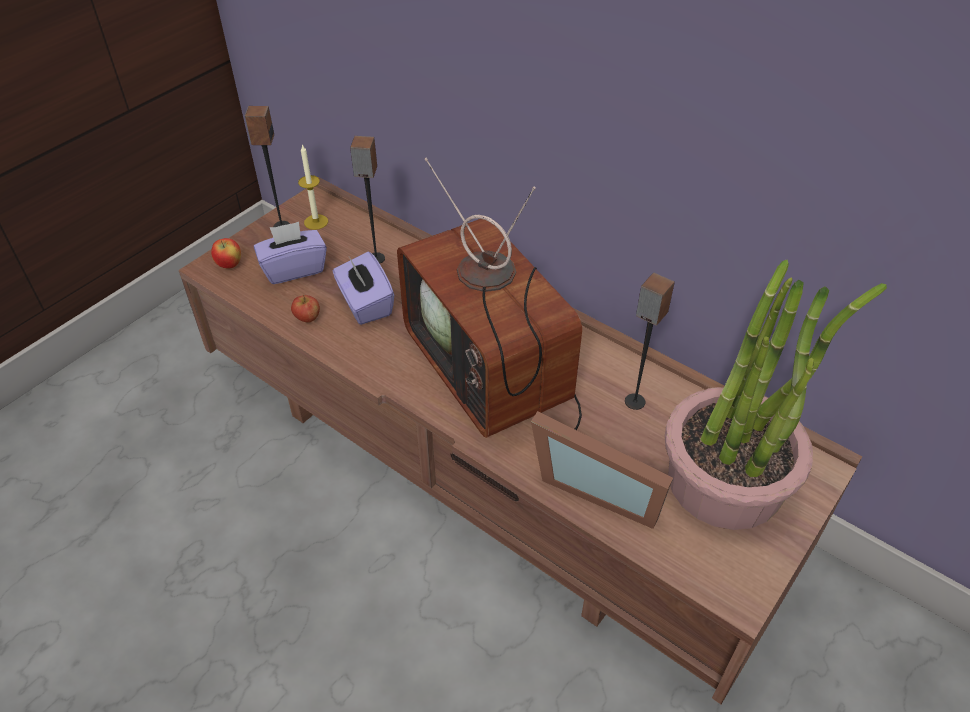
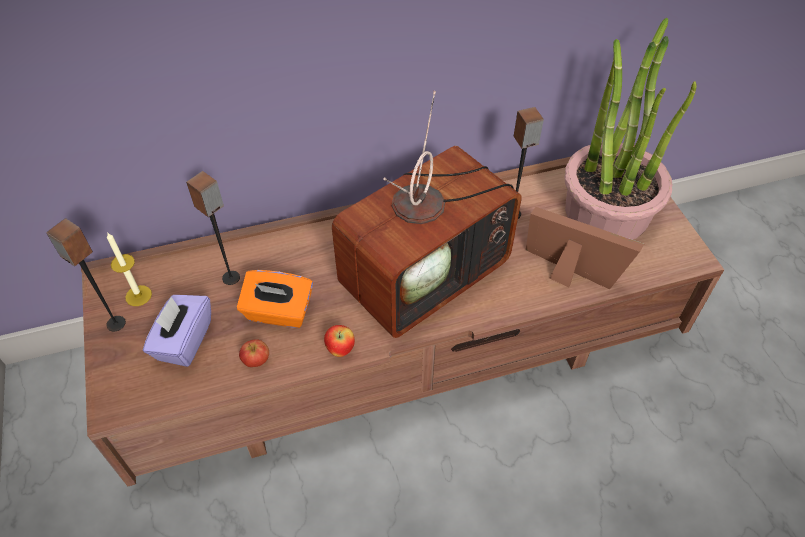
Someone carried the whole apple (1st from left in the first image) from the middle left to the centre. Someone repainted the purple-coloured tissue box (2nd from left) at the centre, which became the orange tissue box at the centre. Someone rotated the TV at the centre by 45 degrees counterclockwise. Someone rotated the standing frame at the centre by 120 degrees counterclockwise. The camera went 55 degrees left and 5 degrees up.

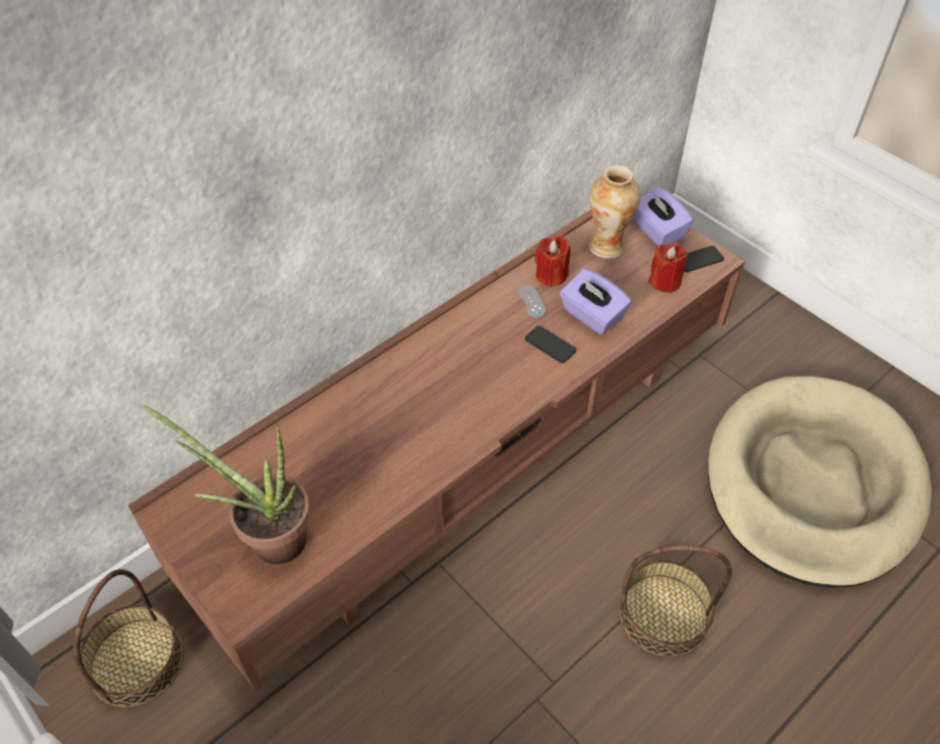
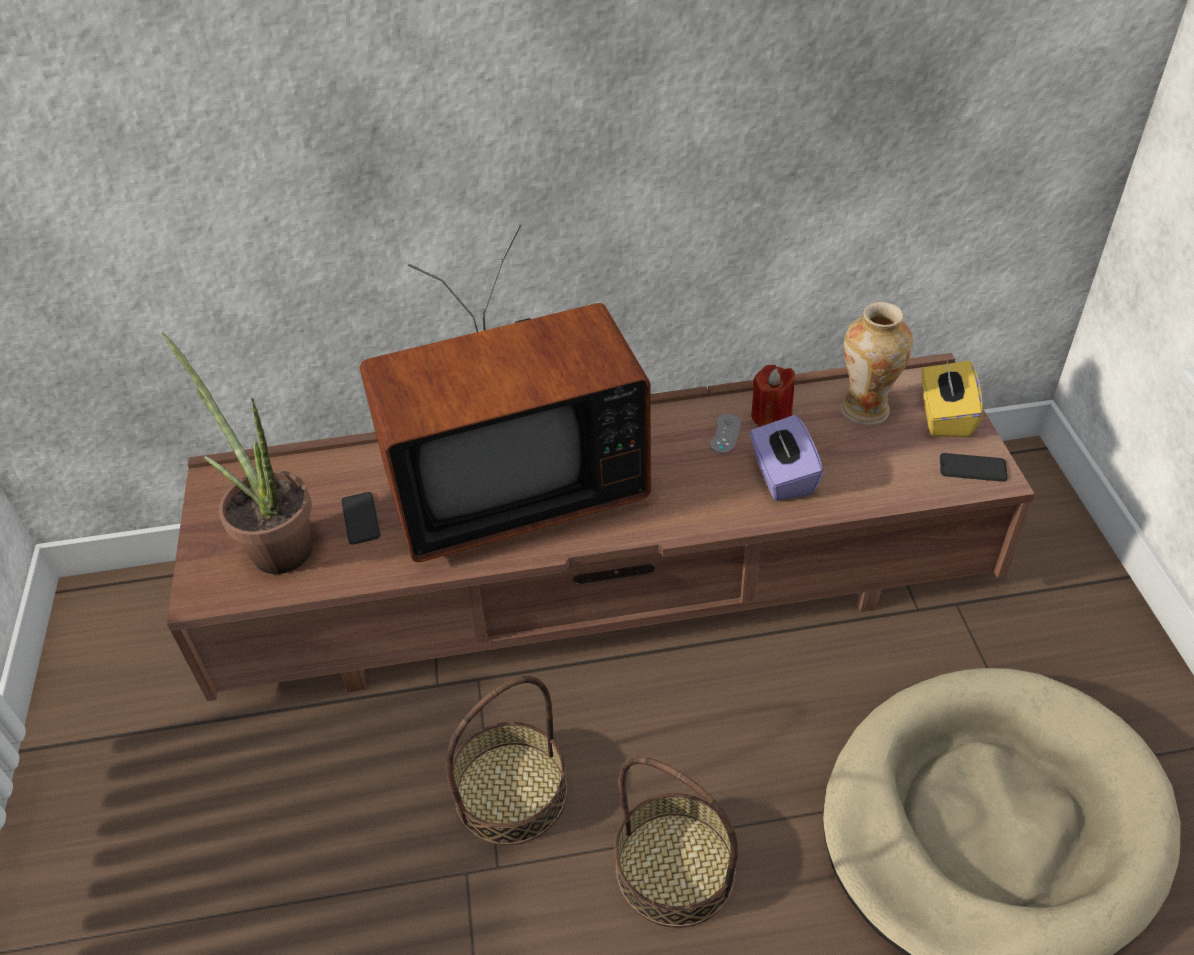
Someone took away the red candle (2nd from left) at the middle right. Someone put down the TV at the centre. Someone carried the household basket (1st from left) from the bottom left to the bottom centre. Someone carried the telephone (1st from left) from the centre to the middle left. Someone repainted the purple-coloured tissue box (2nd from left) at the top right, which became the yellow-coloured tissue box at the middle right. The camera went 35 degrees right and 5 degrees down.

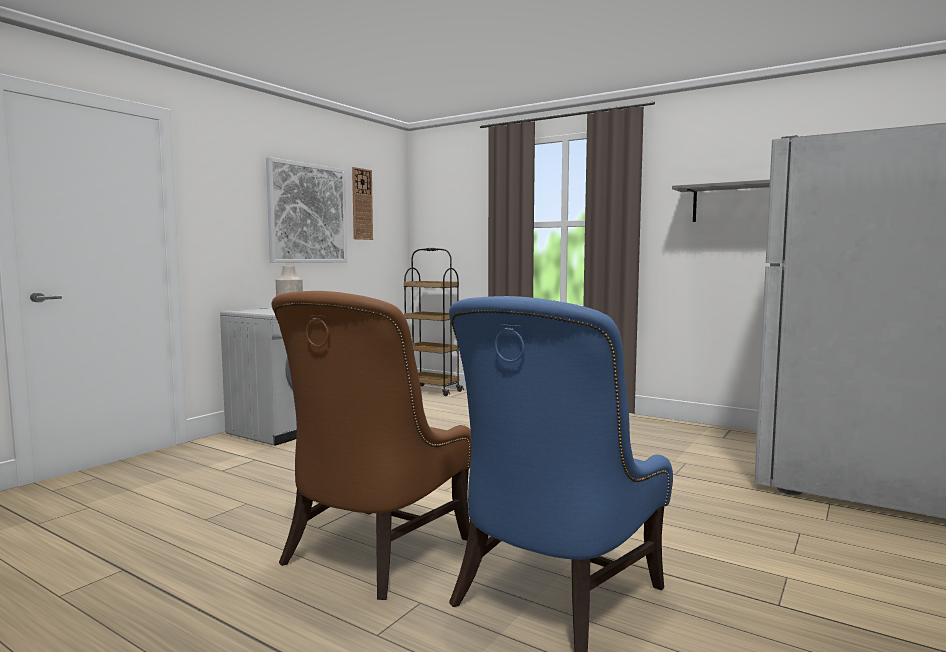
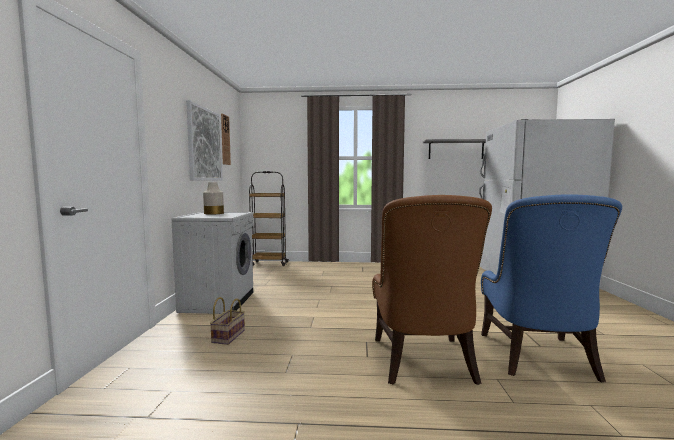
Someone put down the household basket at the bottom centre. The camera went 30 degrees left and 0 degrees up.

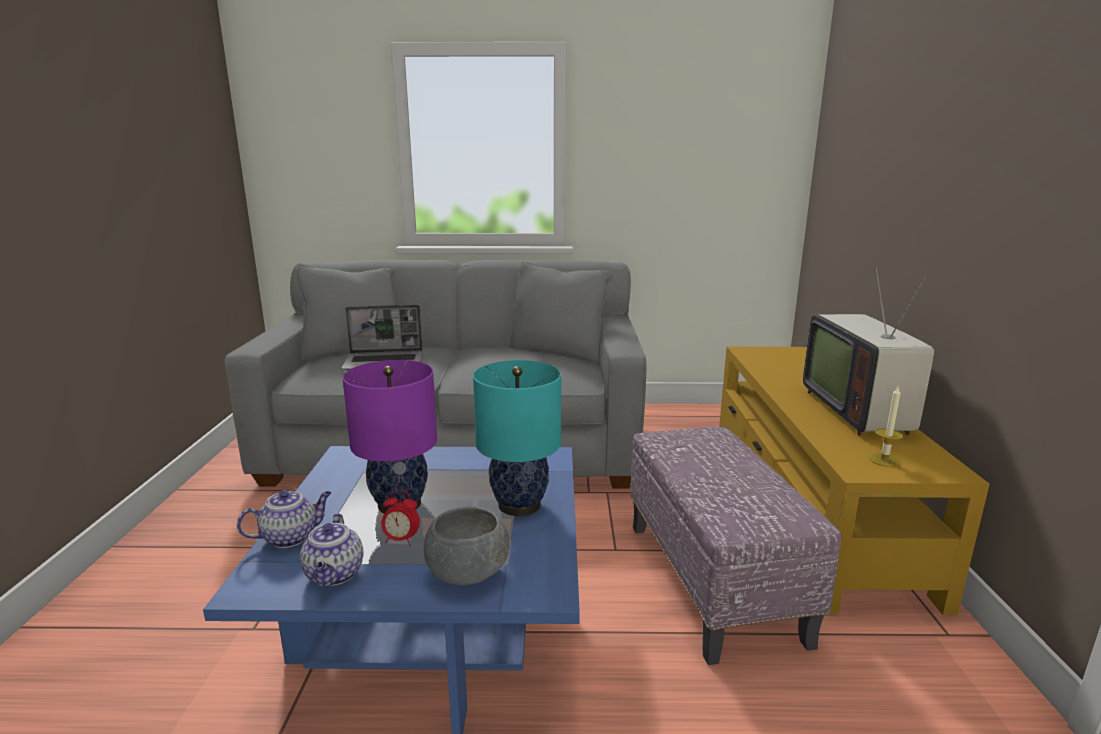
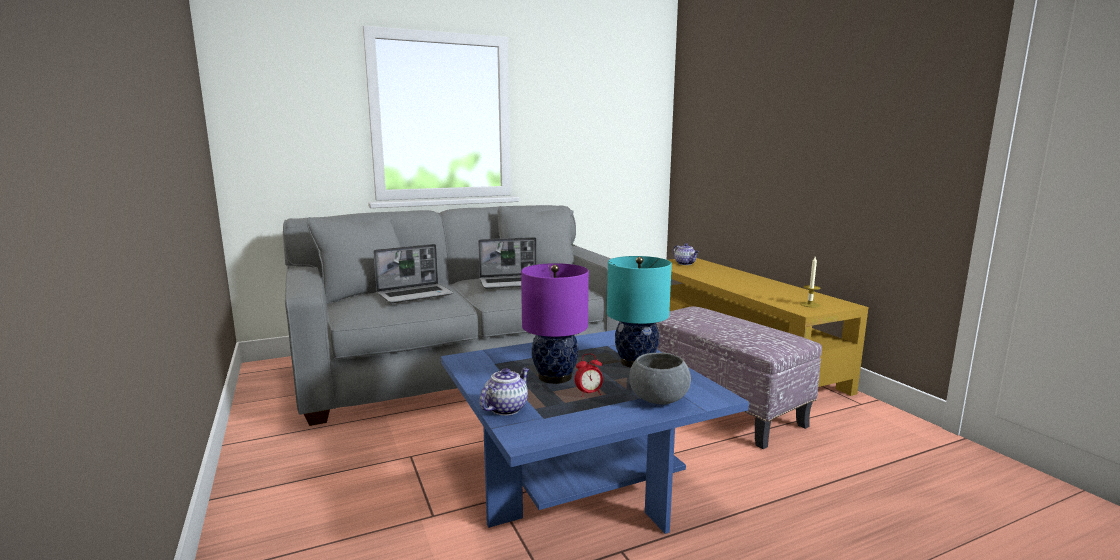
Someone took away the TV at the middle right. Someone put down the laptop (2nd from left) at the centre. Someone carried the pot for tea (2nd from left) from the bottom left to the centre. The camera went 25 degrees left and 5 degrees down.

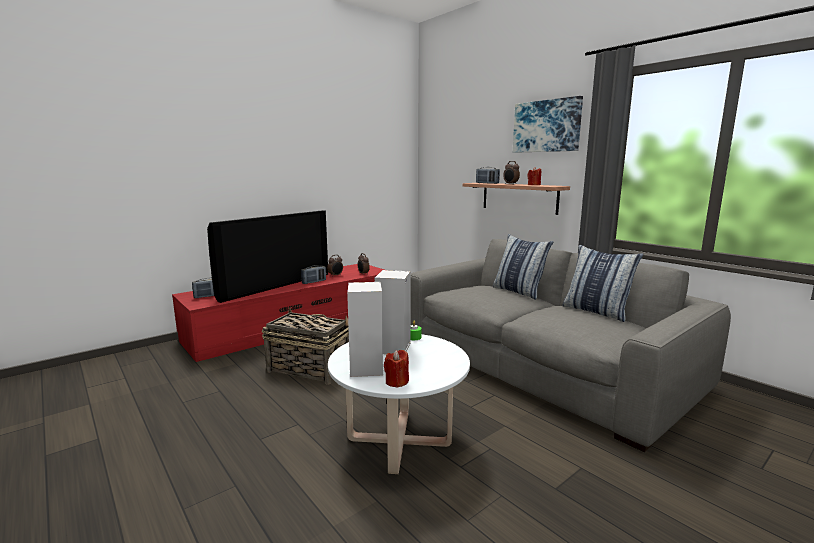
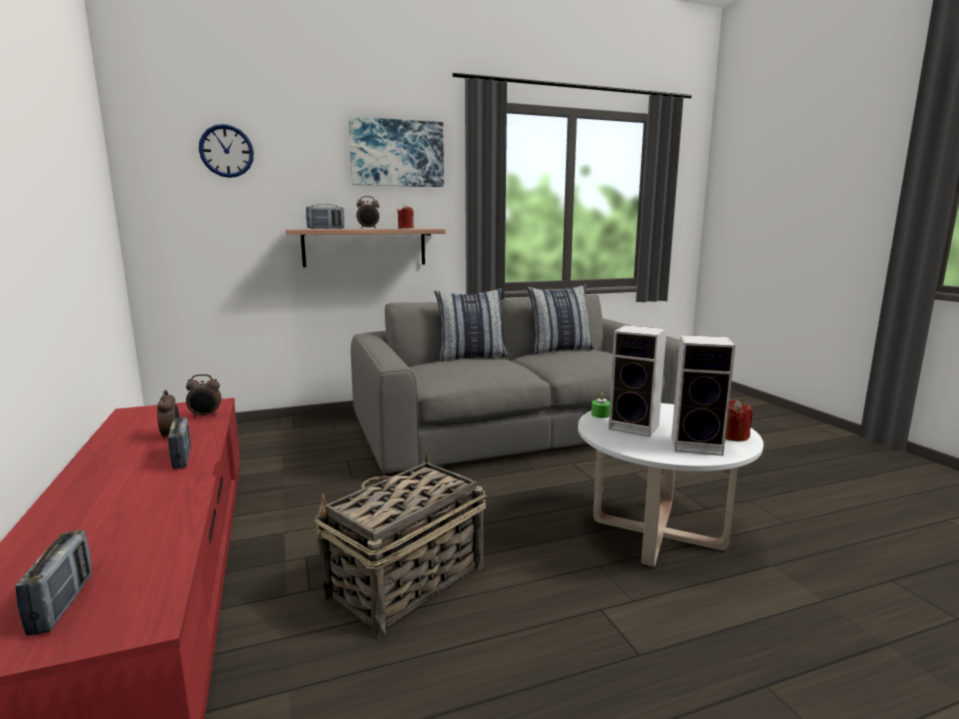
Someone took away the TV at the middle left. Someone put up the hanging clock at the top left. The camera went 70 degrees left and 0 degrees up.

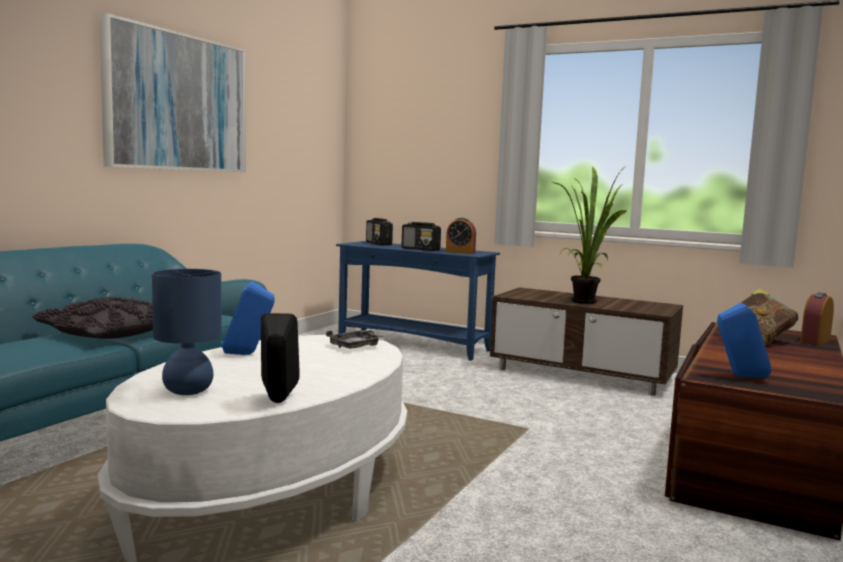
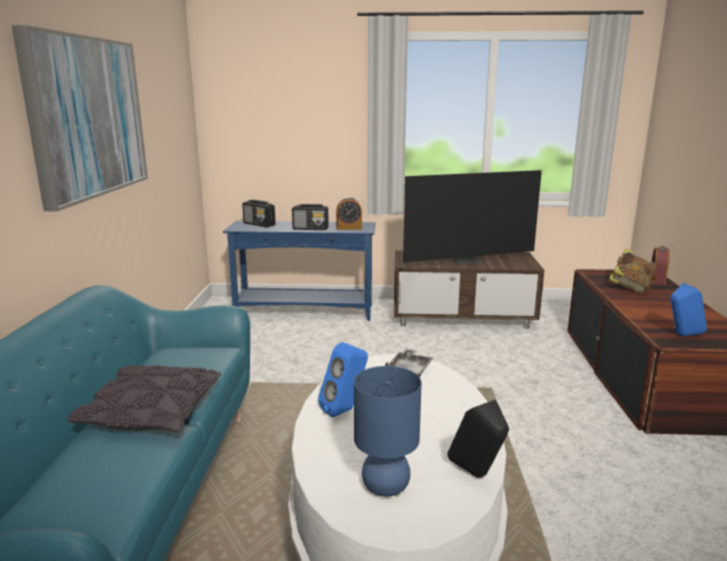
Someone swapped the houseplant at the middle right for the TV at the centre. The camera went 25 degrees left and 10 degrees up.

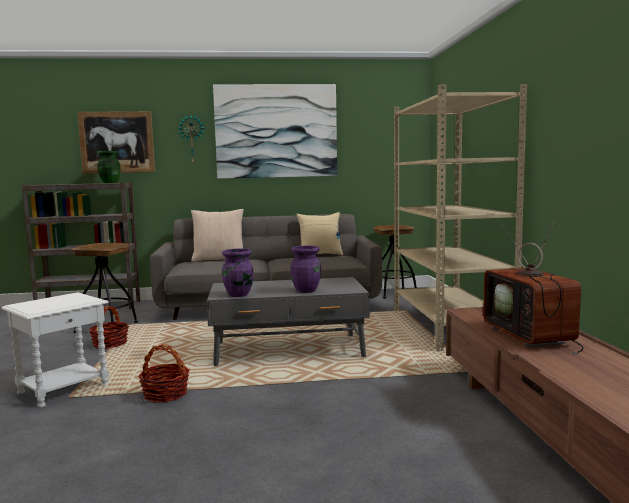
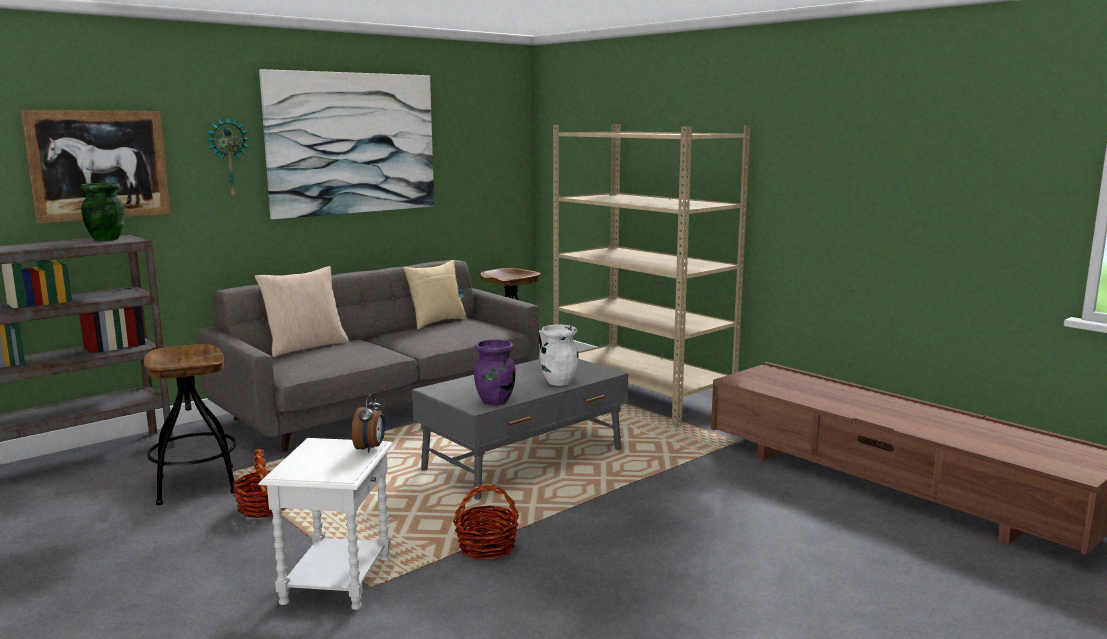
Someone took away the TV at the middle right. Someone put down the alarm clock at the middle left. Someone repainted the purple-coloured flower vase (2nd from left) at the centre, which became the whitish flower vase at the centre. The camera went 35 degrees left and 5 degrees up.

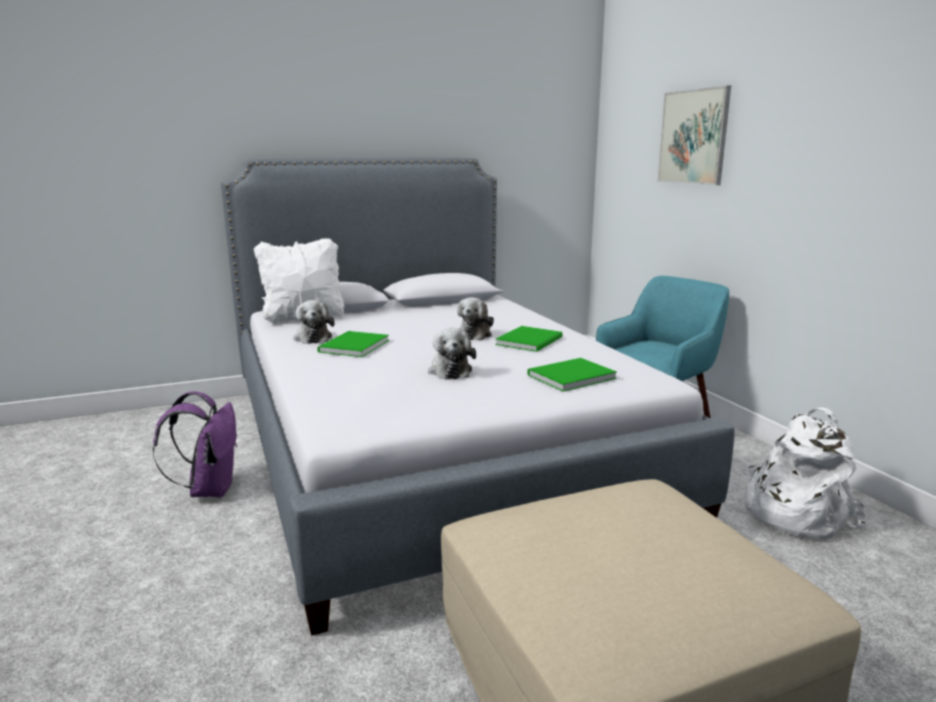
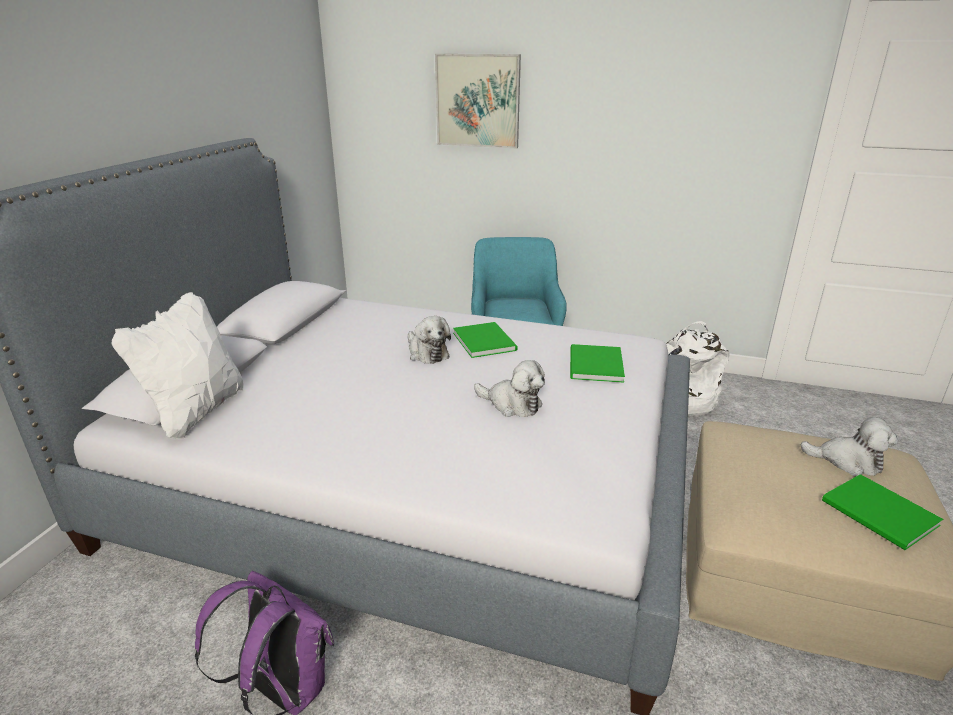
Someone carried the soft toy (1st from left in the first image) from the centre to the middle right. Someone carried the green volume (1st from left in the first image) from the centre to the bottom right. The camera went 50 degrees left and 10 degrees up.

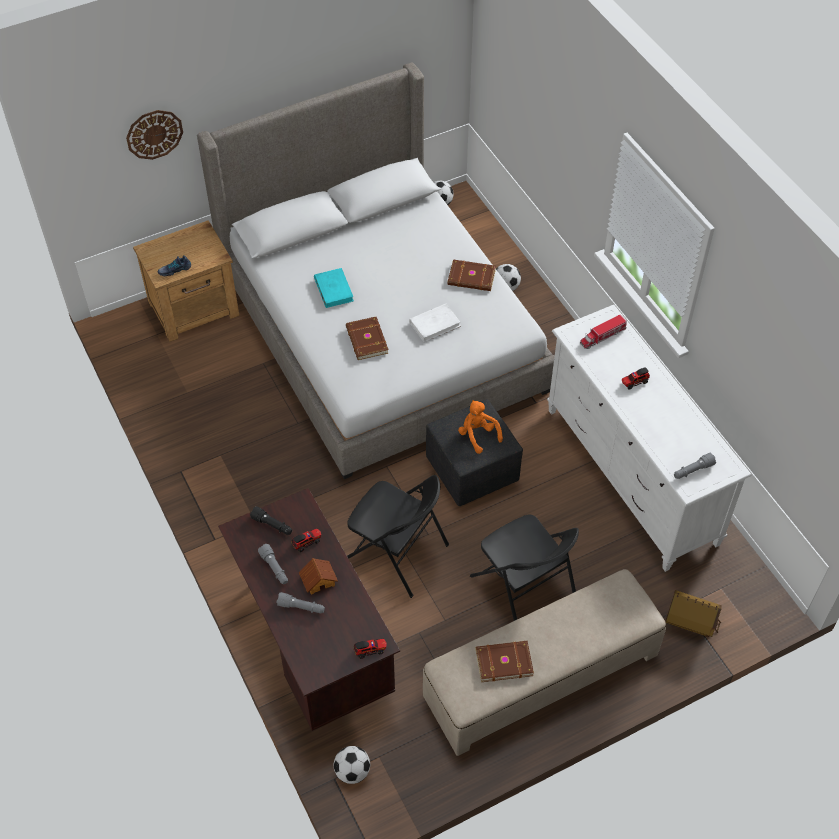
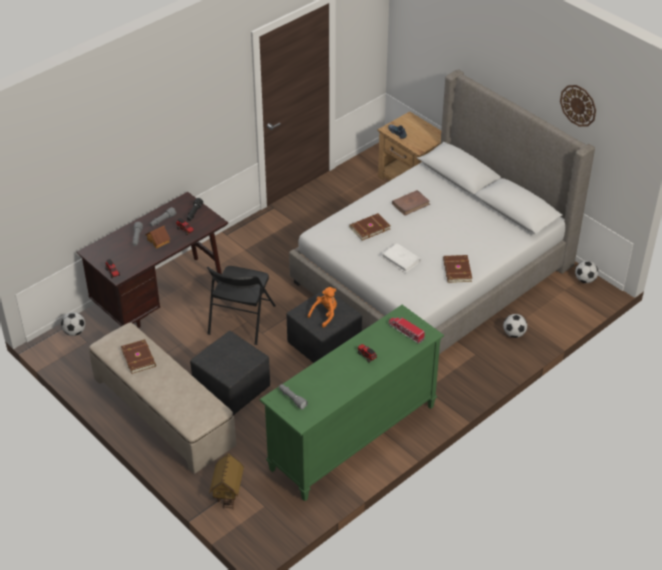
Someone carried the hanging clock from the top left to the top right. Someone swapped the blackish plain chair (2nd from left) at the bottom centre for the blackish ottoman (1st from left) at the centre. Someone repainted the turquoise volume at the centre, which became the brown volume (3rd from left) at the centre. Someone repainted the whitish drawer chest at the middle right, which became the green drawer chest at the bottom centre. The camera went 75 degrees right and 10 degrees down.

